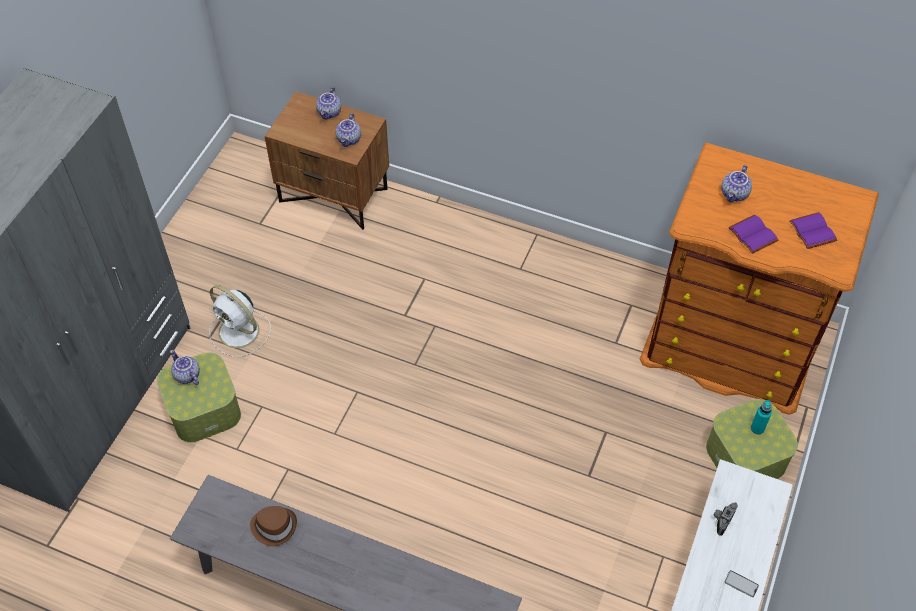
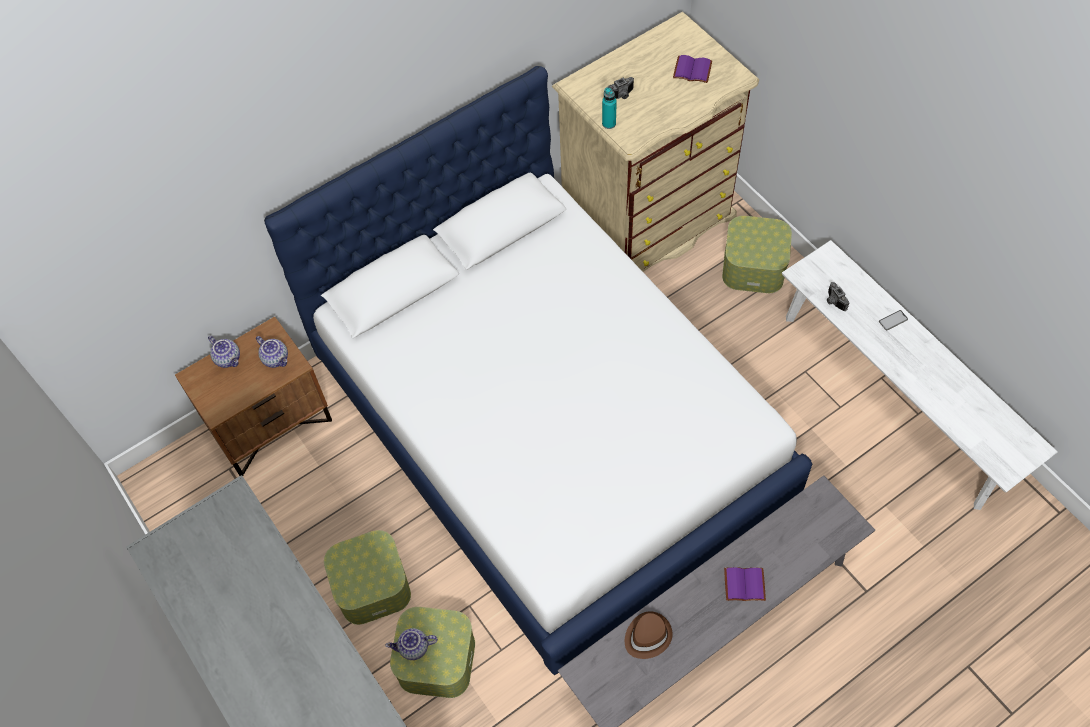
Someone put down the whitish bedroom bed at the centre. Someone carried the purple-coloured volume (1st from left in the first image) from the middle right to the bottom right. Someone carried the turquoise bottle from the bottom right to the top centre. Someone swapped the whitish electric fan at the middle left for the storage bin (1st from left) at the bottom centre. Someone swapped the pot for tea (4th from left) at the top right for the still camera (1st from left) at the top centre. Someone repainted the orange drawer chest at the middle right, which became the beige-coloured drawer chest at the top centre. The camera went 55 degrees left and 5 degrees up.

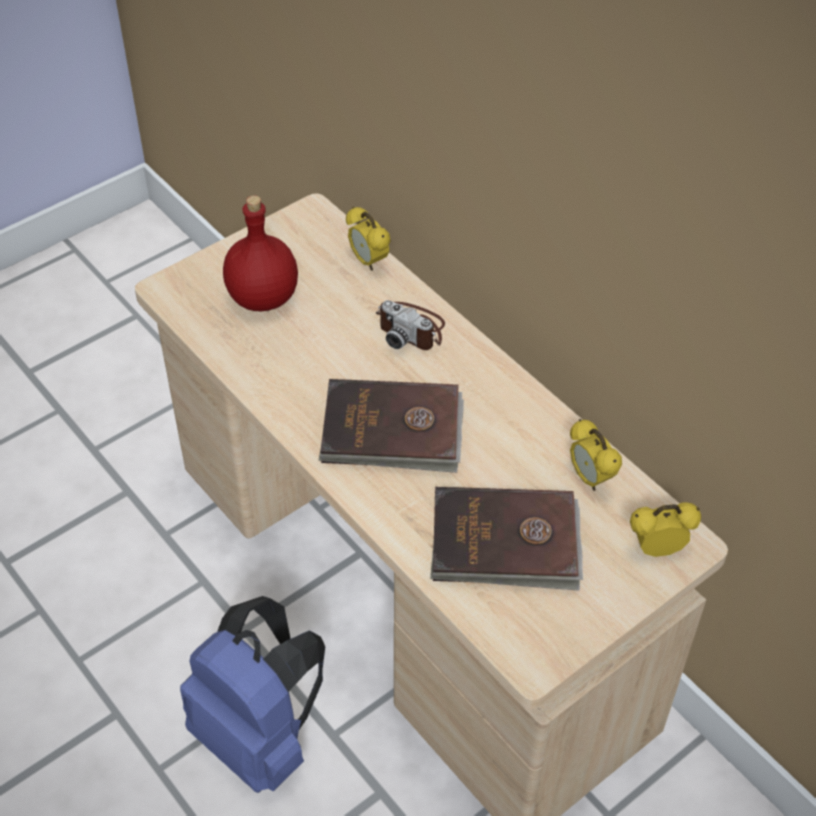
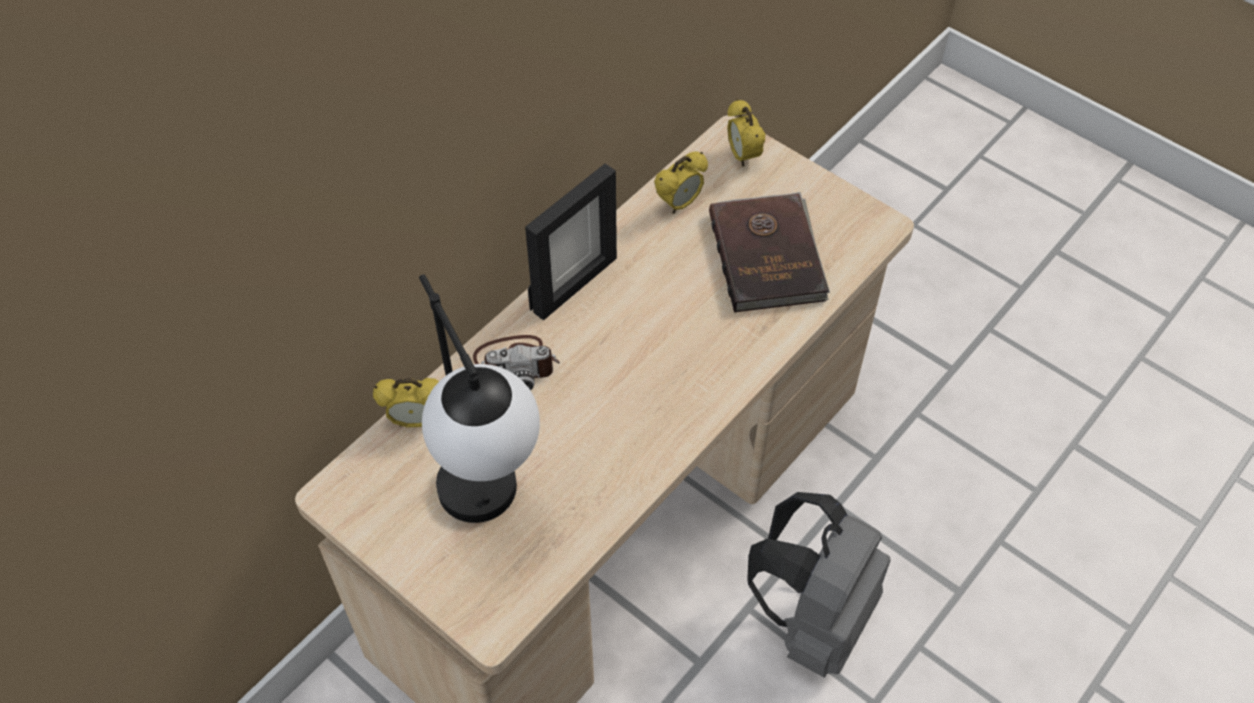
Someone took away the brown volume (1st from left) at the centre. Someone put down the standing frame at the centre. Someone swapped the red bottle at the top left for the lamp for a table at the centre. Someone repainted the blue rucksack at the bottom left, which became the grey rucksack at the bottom centre. Someone rotated the alarm clock (1st from left) at the top centre by 45 degrees clockwise. Someone rotated the still camera at the centre by 60 degrees clockwise. The camera went 100 degrees left and 5 degrees up.

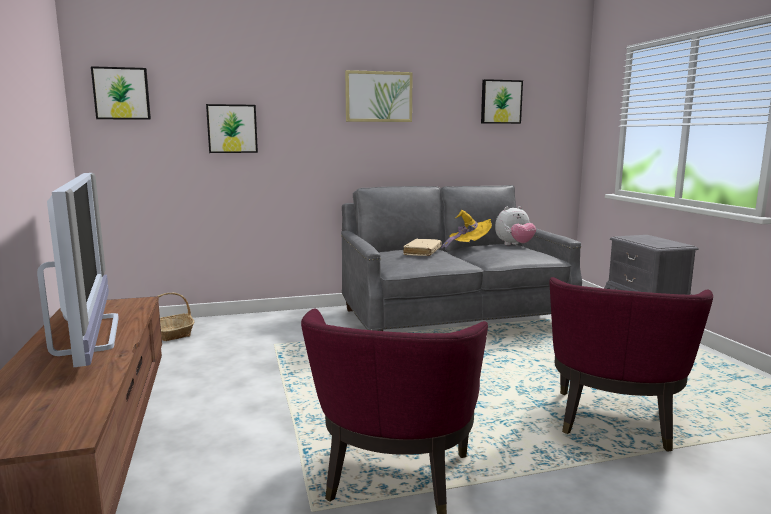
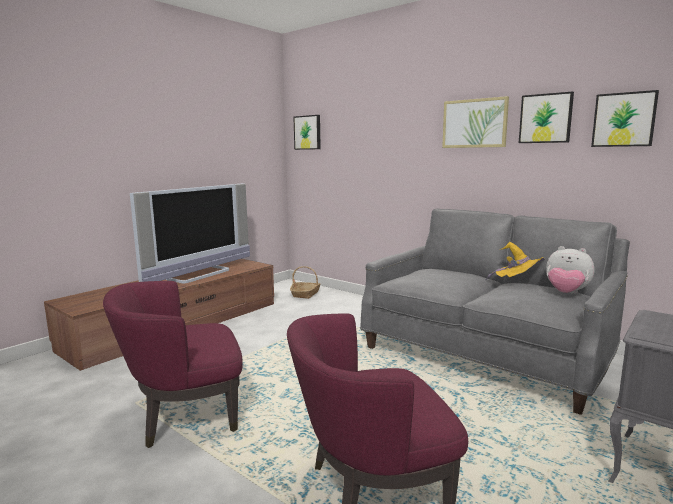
Someone took away the beige-coloured volume at the centre. Someone carried the wall art (2nd from left in the first image) from the top left to the top right. The camera went 55 degrees right and 0 degrees up.

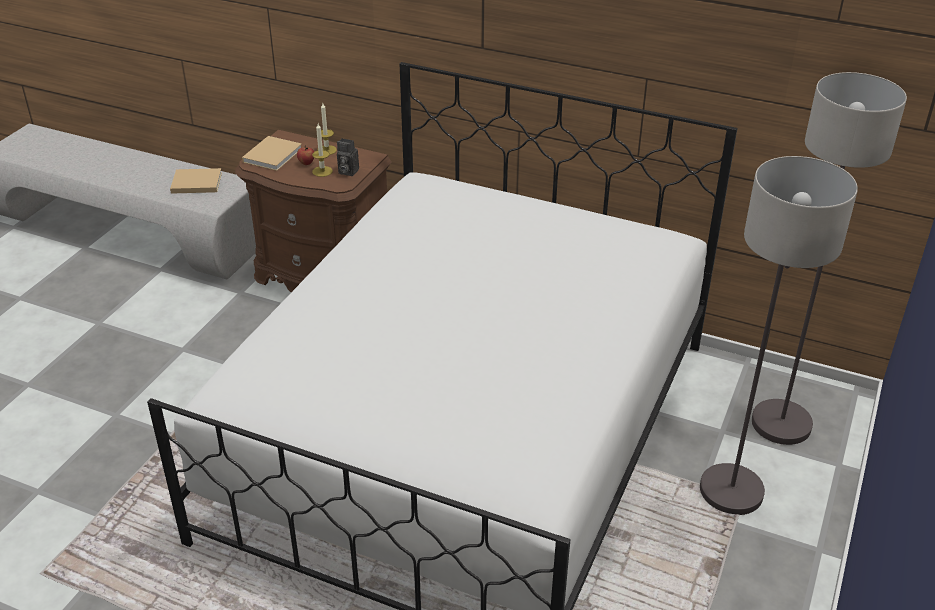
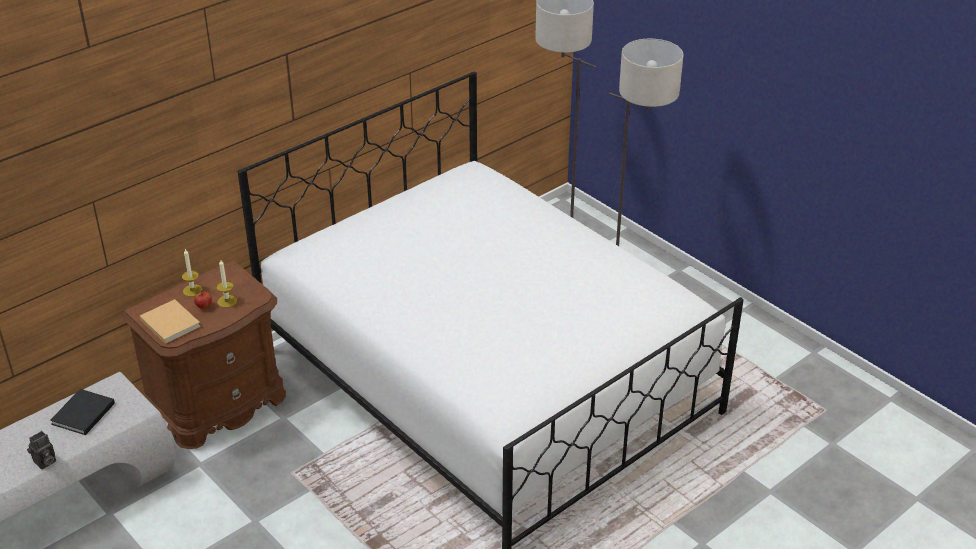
Someone carried the still camera from the top centre to the bottom left. Someone repainted the beige-coloured volume (1st from left) at the top left, which became the blackish volume at the bottom left. The camera went 65 degrees left and 0 degrees up.

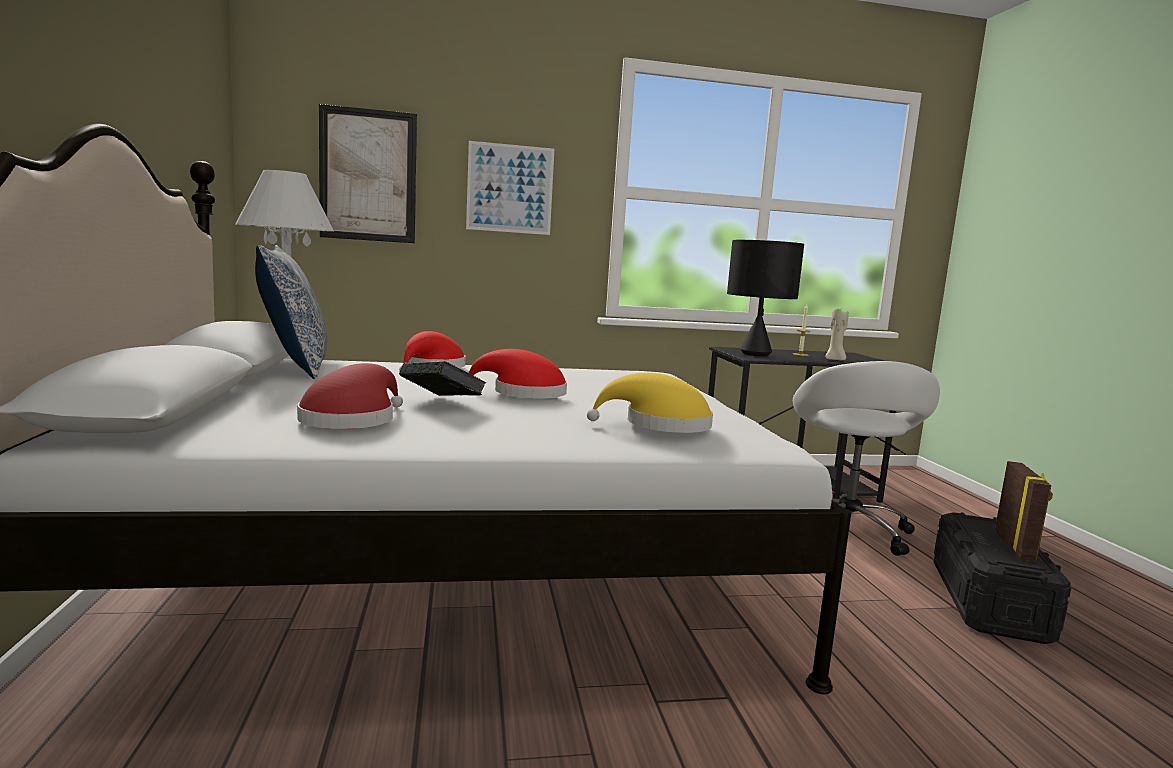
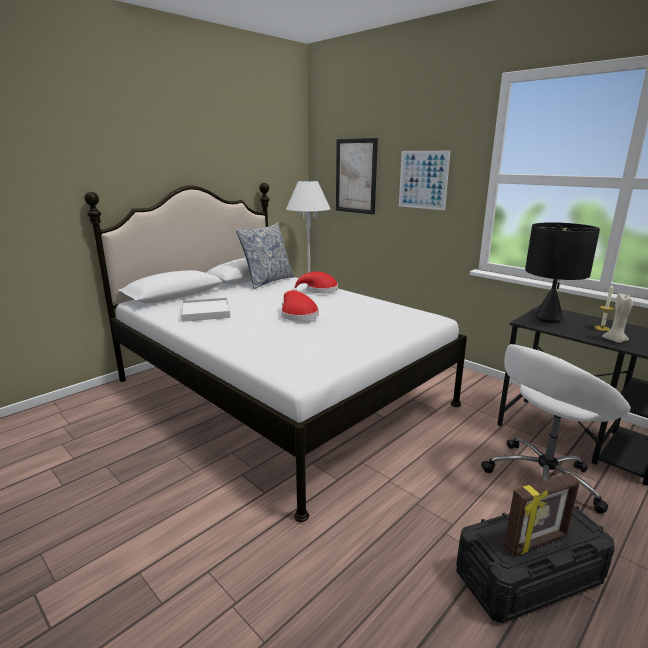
Someone took away the volume at the centre. Someone took away the yellow-coloured wearable hat at the centre. Someone swapped the red wearable hat (1st from left) at the middle left for the whitish tray at the middle left. The camera went 55 degrees right and 10 degrees up.

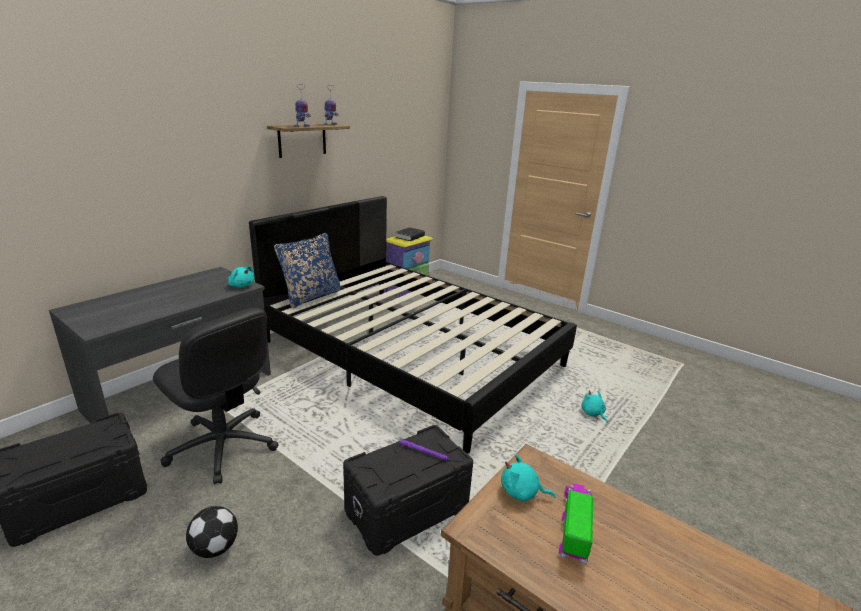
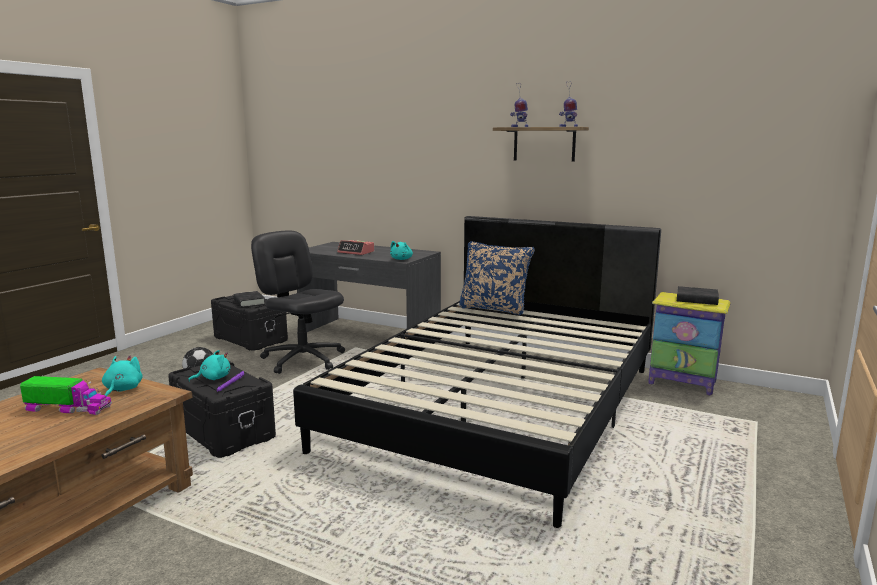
Someone put down the blackish volume (1st from left) at the middle left. Someone put down the alarm clock at the centre. Someone carried the turquoise soft toy (3rd from left in the first image) from the middle right to the middle left. Someone rotated the blackish office chair at the middle left by 105 degrees clockwise. The camera went 80 degrees right and 10 degrees down.

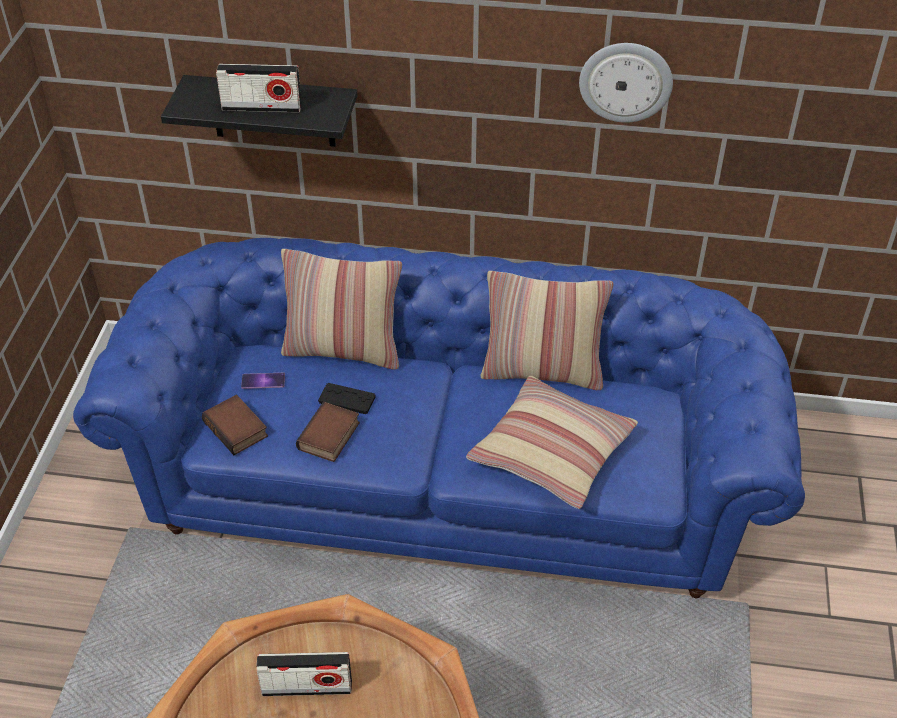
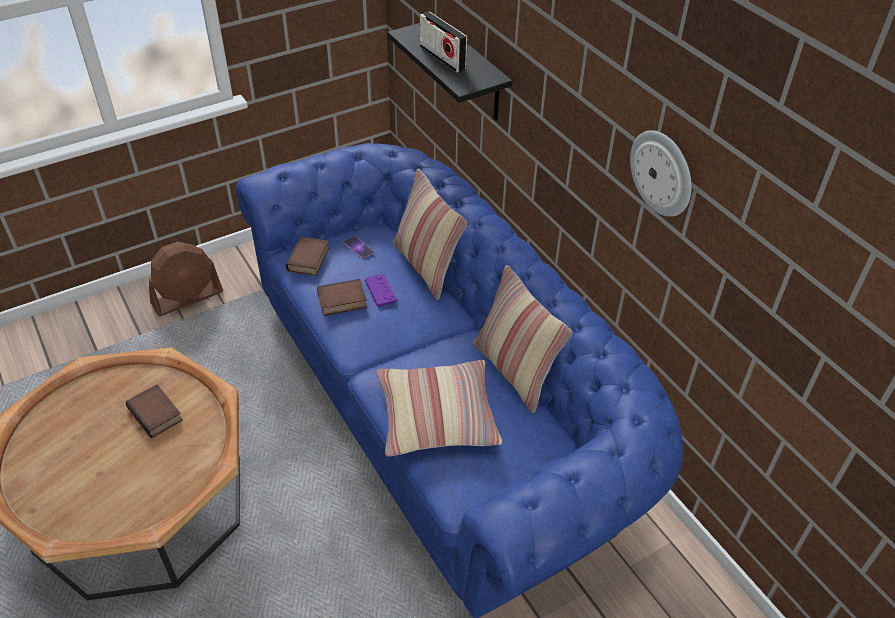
Someone put down the brown electric fan at the middle left. Someone swapped the radio receiver (2nd from left) at the bottom centre for the volume (1st from left) at the middle left. Someone repainted the blackish gamepad at the centre, which became the purple-coloured gamepad at the centre. The camera went 50 degrees right and 0 degrees up.

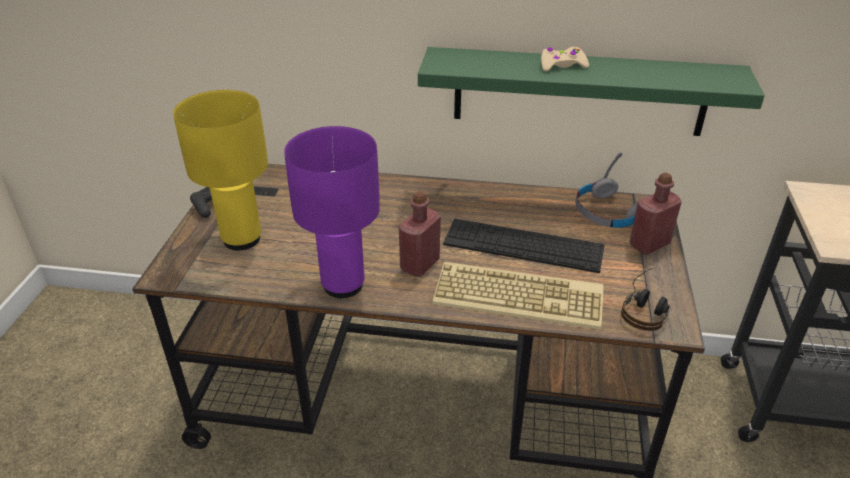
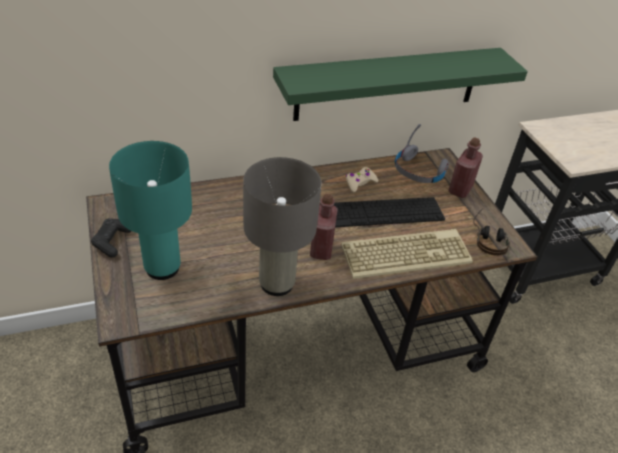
Someone carried the beige-coloured gamepad from the top centre to the centre. Someone repainted the yellow-coloured lamp for a table at the middle left, which became the turquoise lamp for a table at the middle left. Someone repainted the purple-coloured lamp for a table at the centre, which became the grey lamp for a table at the centre. The camera went 30 degrees left and 5 degrees up.

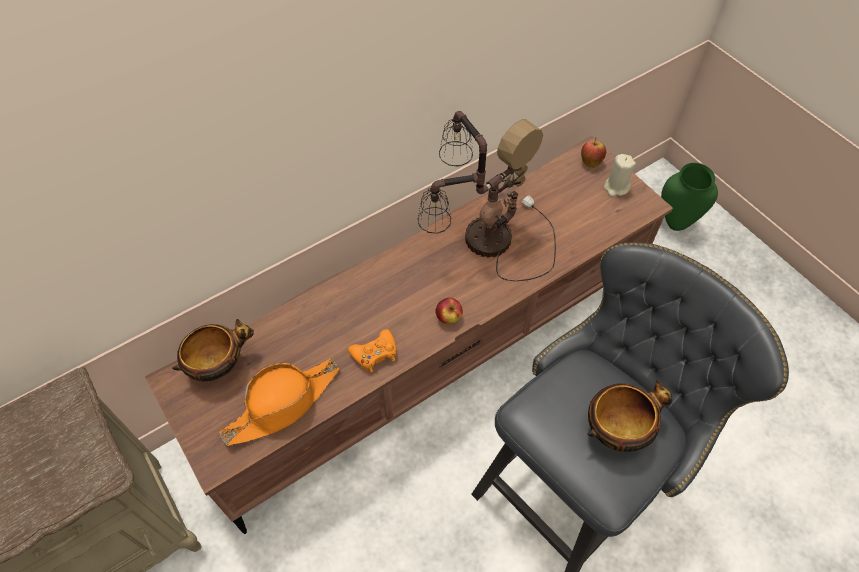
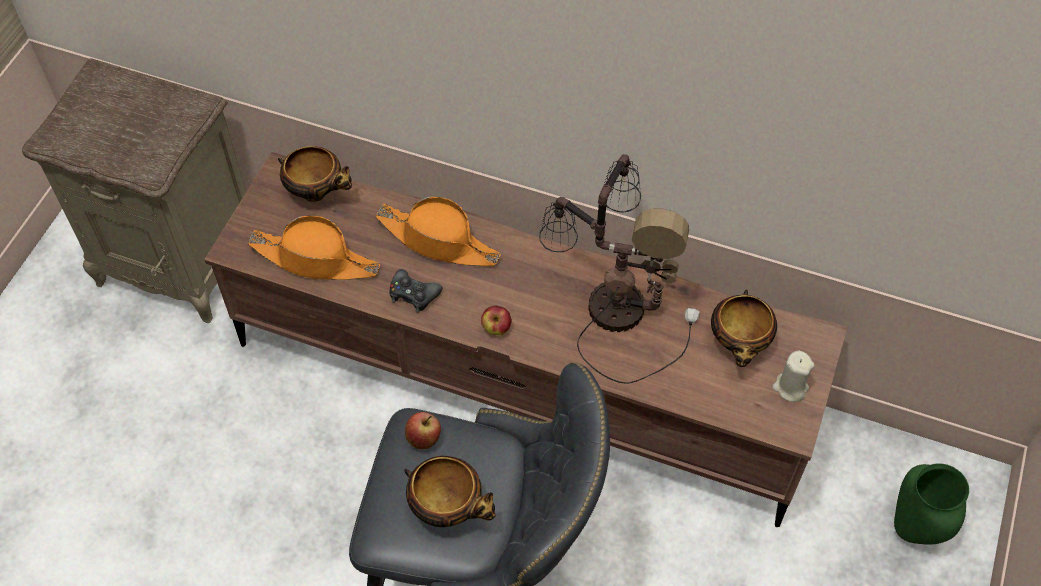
Someone put down the orange wearable hat (2nd from left) at the centre. Someone put down the bowl (3rd from left) at the middle right. Someone carried the whole apple (2nd from left in the first image) from the top right to the bottom centre. Someone repainted the orange gamepad at the centre, which became the blackish gamepad at the centre. The camera went 55 degrees right and 0 degrees up.

